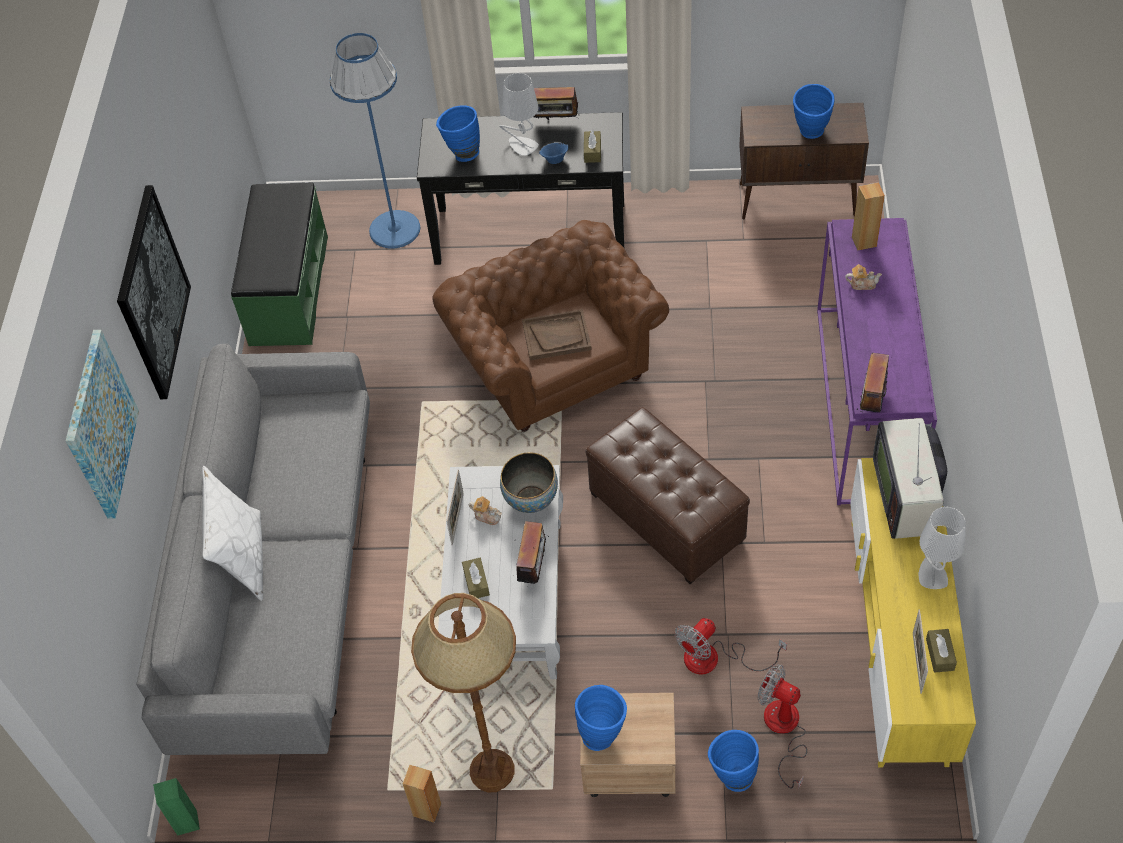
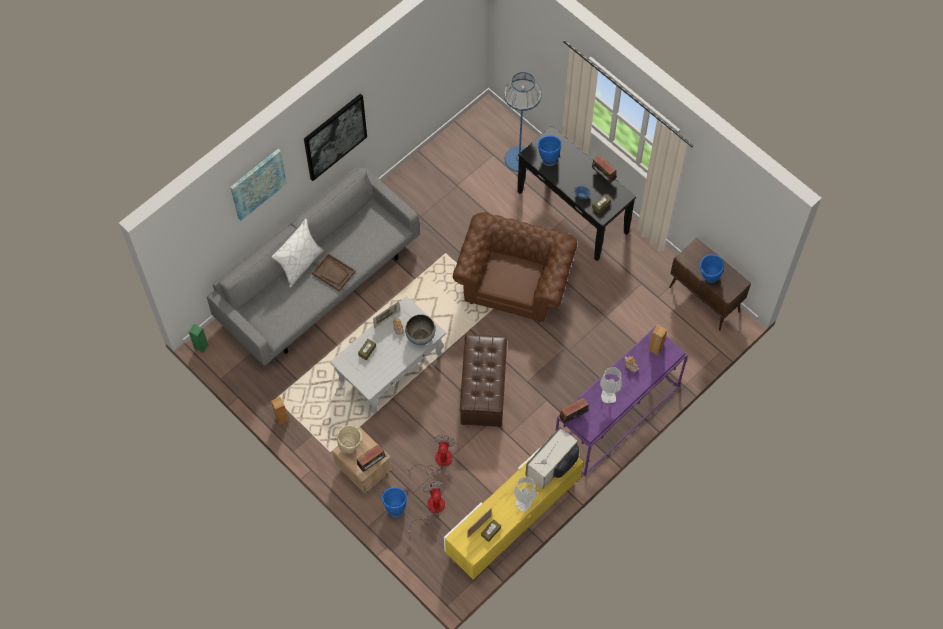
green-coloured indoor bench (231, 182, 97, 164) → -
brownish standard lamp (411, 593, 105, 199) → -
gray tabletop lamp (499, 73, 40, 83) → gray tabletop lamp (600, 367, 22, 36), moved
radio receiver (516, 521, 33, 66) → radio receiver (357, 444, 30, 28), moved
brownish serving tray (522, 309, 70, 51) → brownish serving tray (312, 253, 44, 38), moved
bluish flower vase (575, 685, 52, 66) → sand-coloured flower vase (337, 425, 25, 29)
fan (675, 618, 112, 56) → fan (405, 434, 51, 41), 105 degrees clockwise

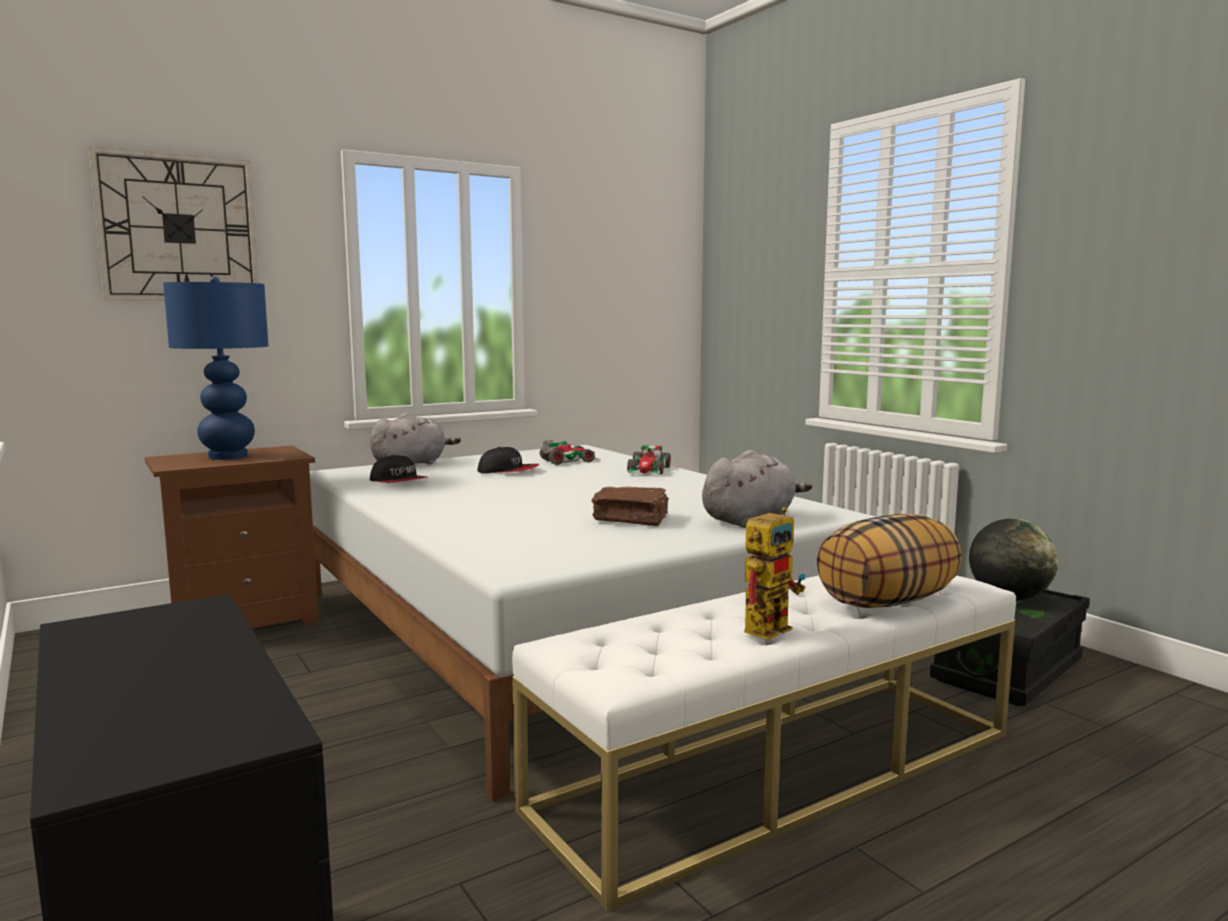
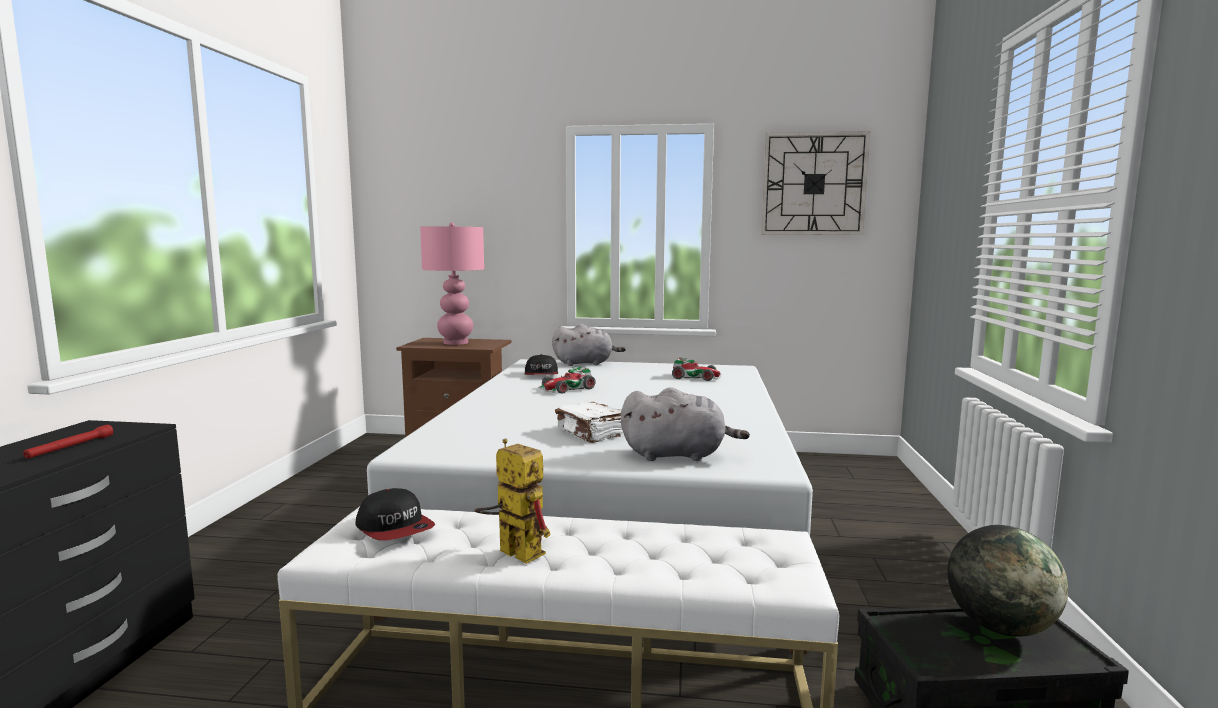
hanging clock (89, 147, 170, 154) → hanging clock (761, 131, 109, 104), moved
bluish tabletop lamp (163, 276, 106, 184) → pinkish tabletop lamp (420, 222, 64, 123)
peaked cap (477, 447, 62, 26) → peaked cap (355, 488, 80, 52), moved
brownish bound book (591, 487, 78, 39) → white bound book (555, 402, 68, 41)
toy car (627, 445, 44, 30) → toy car (538, 366, 58, 28), moved
toy robot (744, 507, 62, 133) → toy robot (475, 439, 76, 125), 135 degrees counterclockwise
pillow (817, 514, 145, 94) → -
- → red-coloured torch (23, 425, 90, 34)

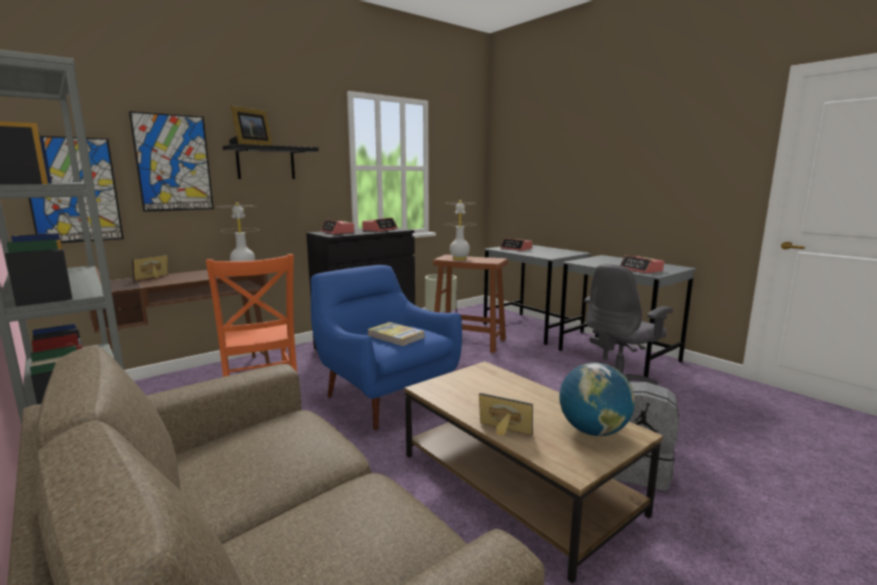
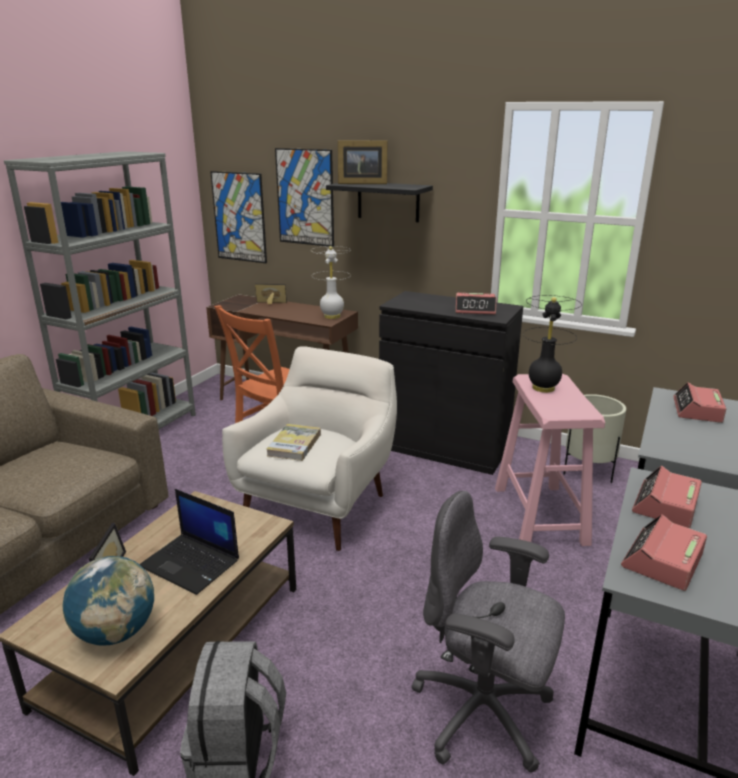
bluish easy chair (311, 265, 151, 165) → white easy chair (222, 346, 175, 205)
table clock (321, 220, 33, 14) → table clock (632, 466, 70, 62), moved
brownish sitting stool (433, 255, 75, 98) → pinkish sitting stool (495, 374, 110, 172)
white tabletop lamp (444, 200, 29, 60) → blackish tabletop lamp (523, 295, 59, 98)
- → laptop (140, 489, 99, 106)

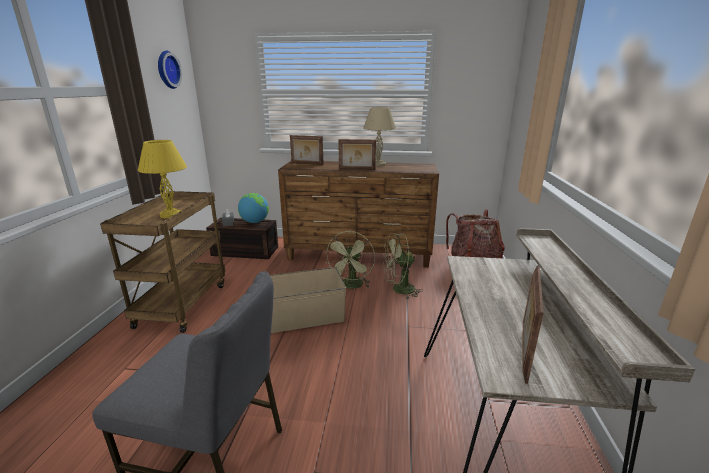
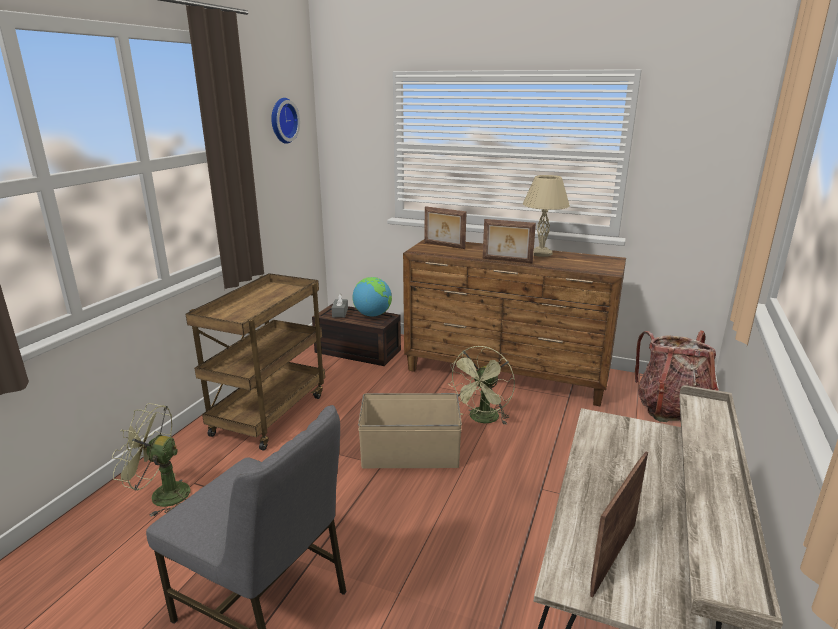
yellow-coloured tabletop lamp (138, 140, 49, 78) → -
green-coloured fan (382, 233, 40, 66) → green-coloured fan (112, 403, 79, 114), moved

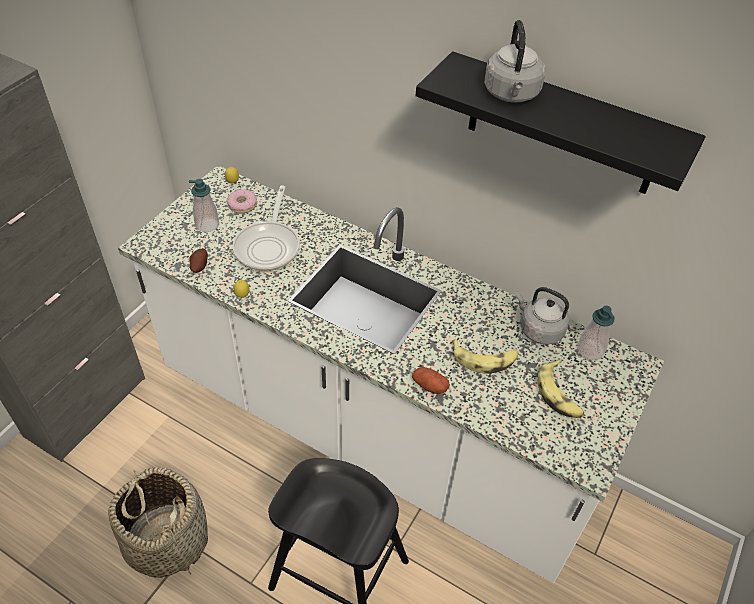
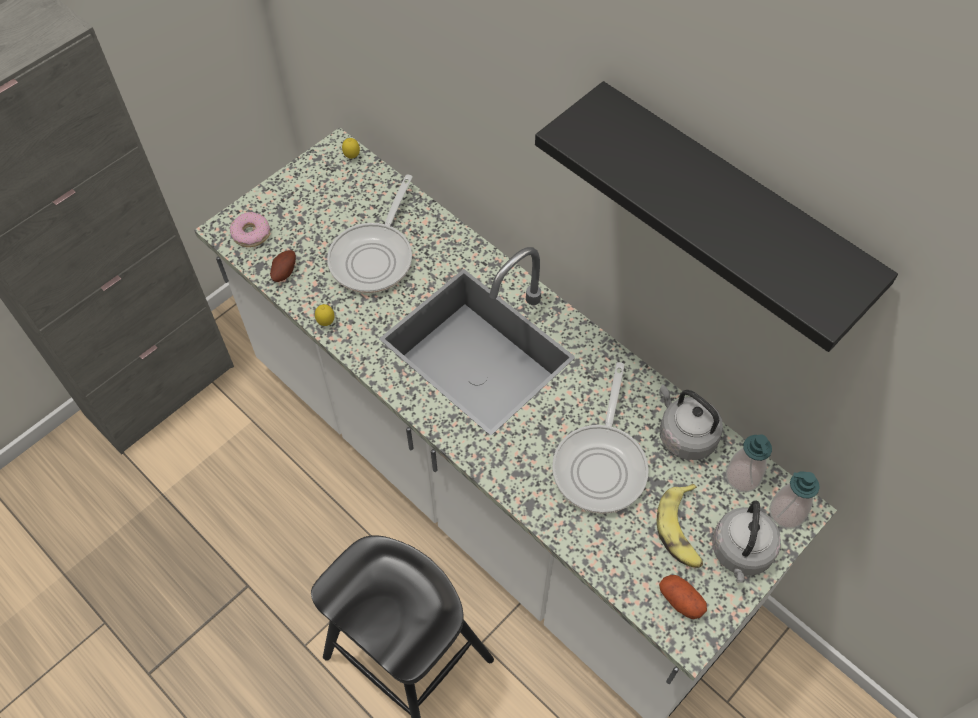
household basket (108, 467, 100, 111) → -
liquid soap bottle (189, 179, 30, 53) → liquid soap bottle (769, 472, 51, 57), moved
doughnut (226, 189, 31, 24) → doughnut (230, 212, 40, 35), moved
spud (412, 367, 38, 27) → spud (659, 575, 48, 44), moved
whole banana (452, 339, 67, 35) → frying pan (552, 362, 97, 152)
gray tea kettle (484, 20, 61, 83) → gray tea kettle (712, 500, 69, 83), moved

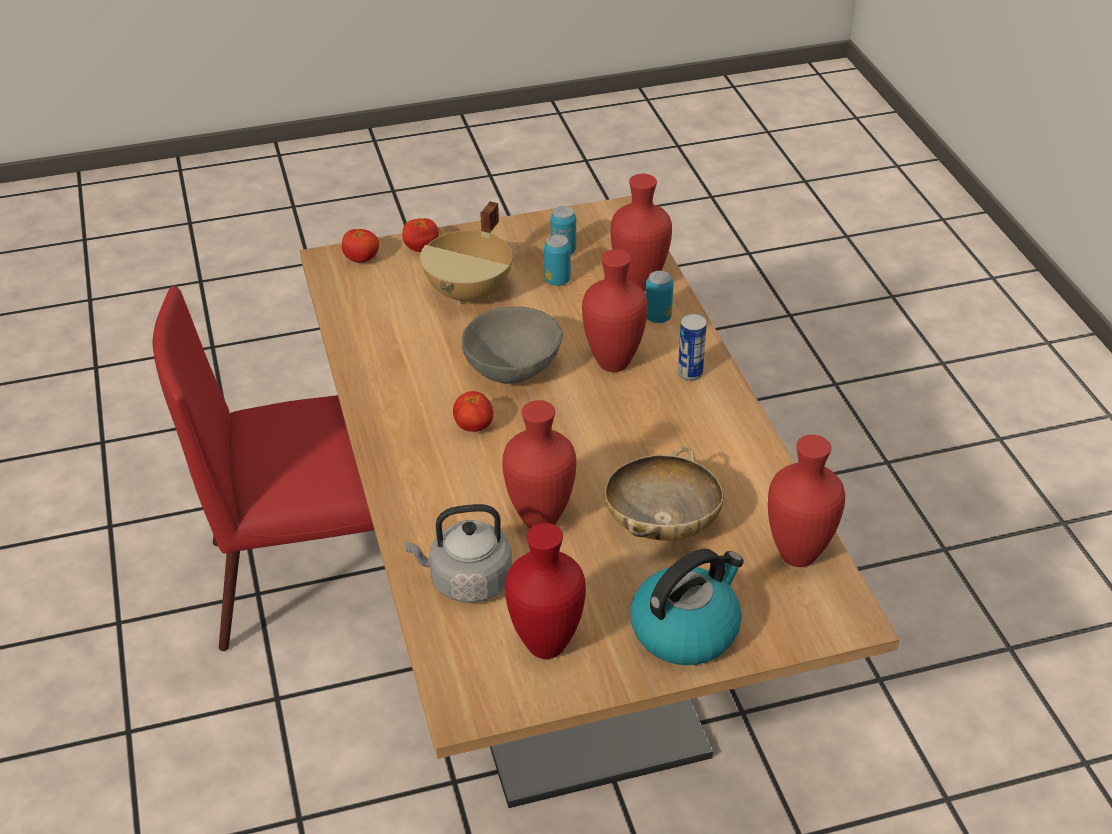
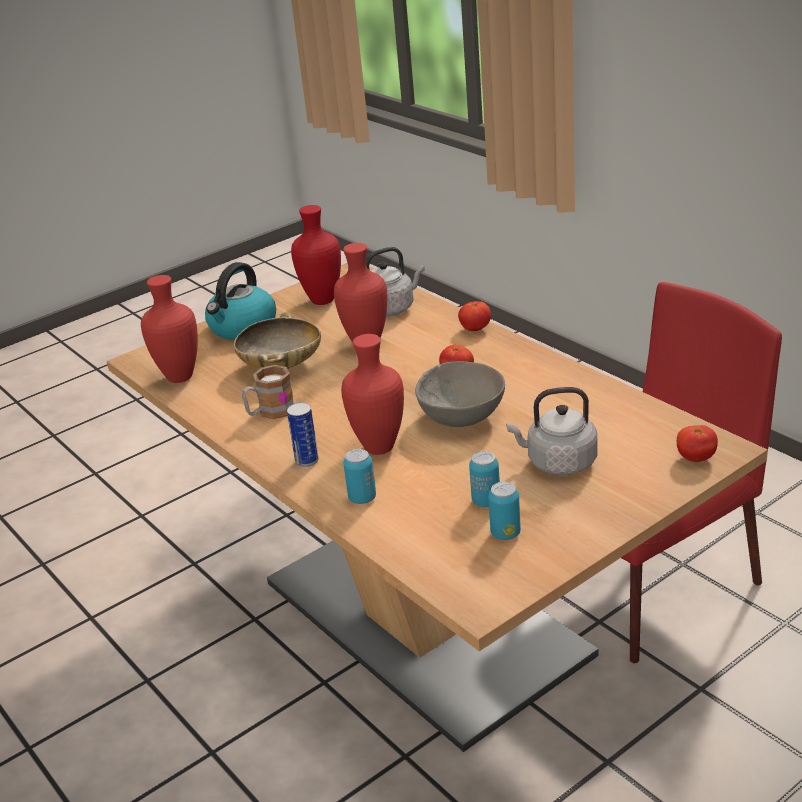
tomato (402, 218, 37, 34) → tomato (458, 301, 33, 30), moved
sand-coloured cooking pot (420, 201, 93, 104) → gray tea kettle (506, 387, 92, 88)
red-coloured flower vase (610, 174, 62, 117) → -
- → tea mug (242, 365, 52, 54)

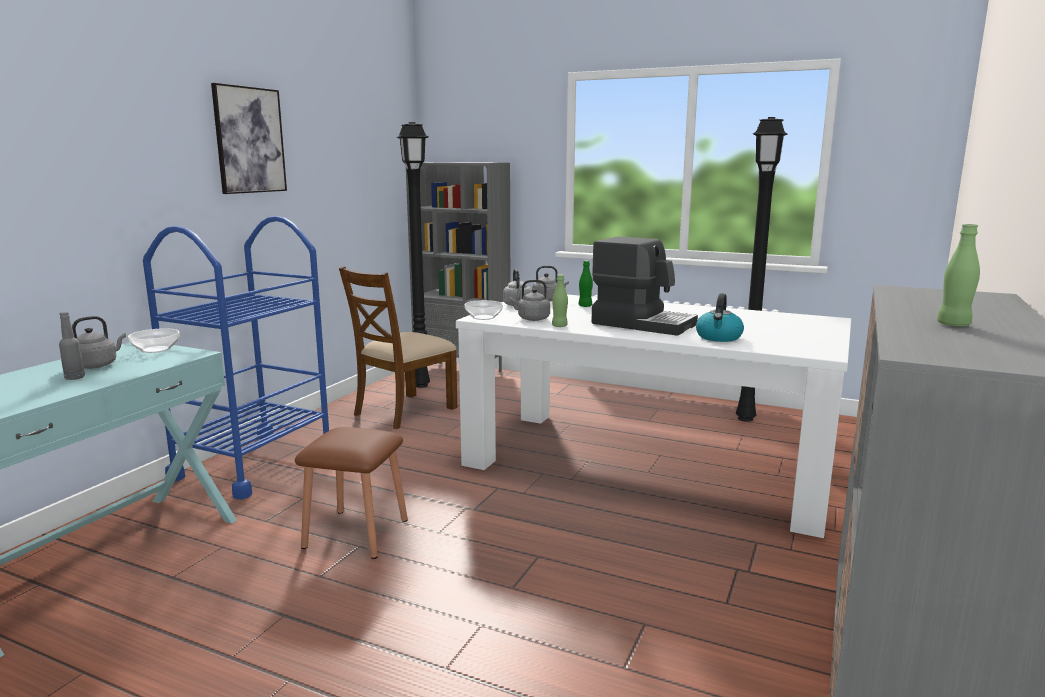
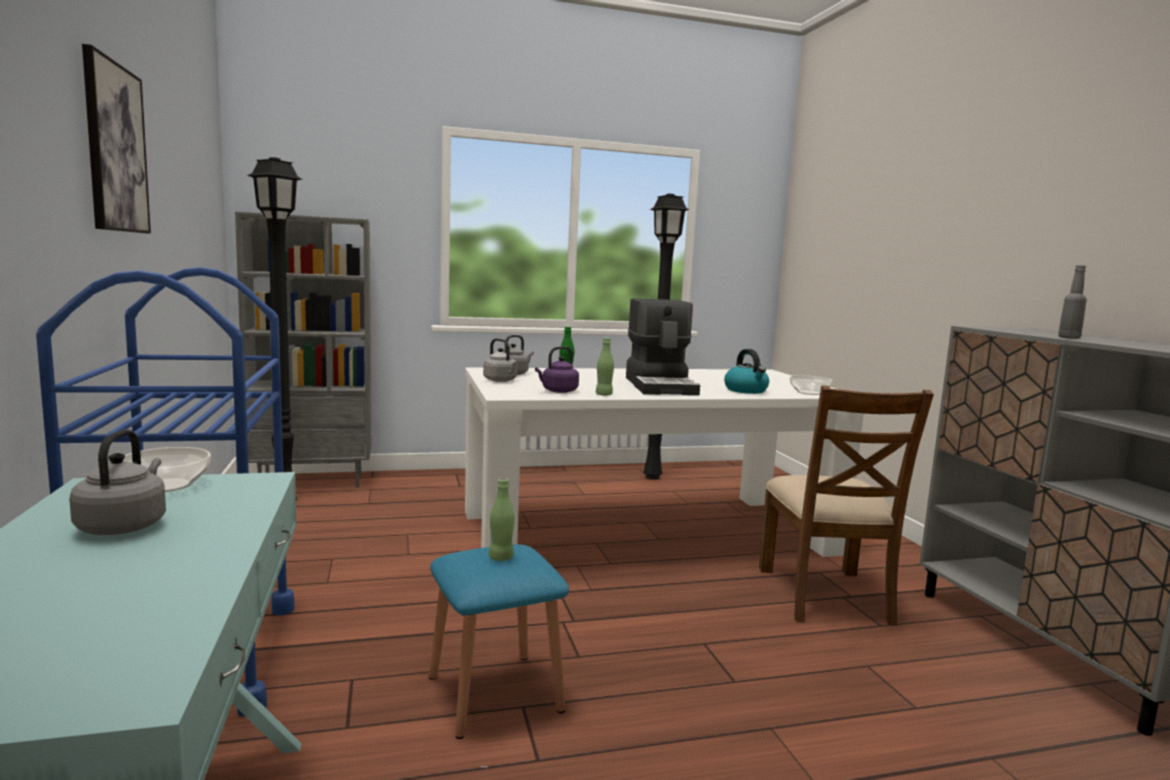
gray drink bottle (59, 312, 26, 68) → gray drink bottle (1058, 265, 29, 74), moved
brownish sitting stool (295, 427, 113, 132) → bluish sitting stool (429, 544, 140, 195)
brownish chair (339, 266, 118, 163) → brownish chair (759, 386, 175, 240), moved
bowl (464, 300, 39, 20) → bowl (790, 375, 42, 20), moved
gray tea kettle (509, 280, 41, 41) → purplish tea kettle (535, 346, 44, 47)
coffee brewer (591, 236, 107, 100) → coffee brewer (626, 298, 74, 98), 90 degrees clockwise
green-coloured drink bottle (937, 224, 43, 103) → green-coloured drink bottle (489, 478, 26, 83), moved

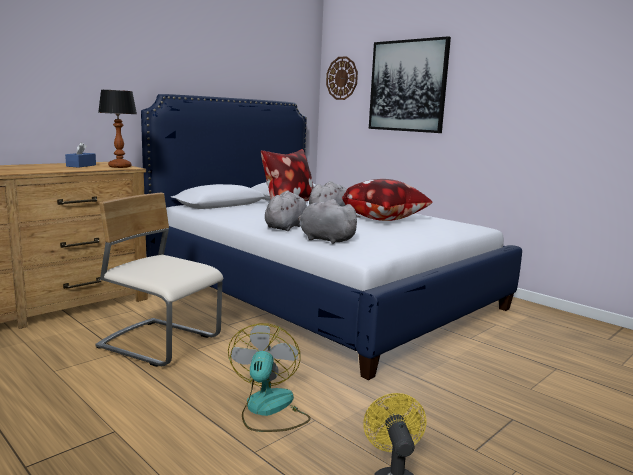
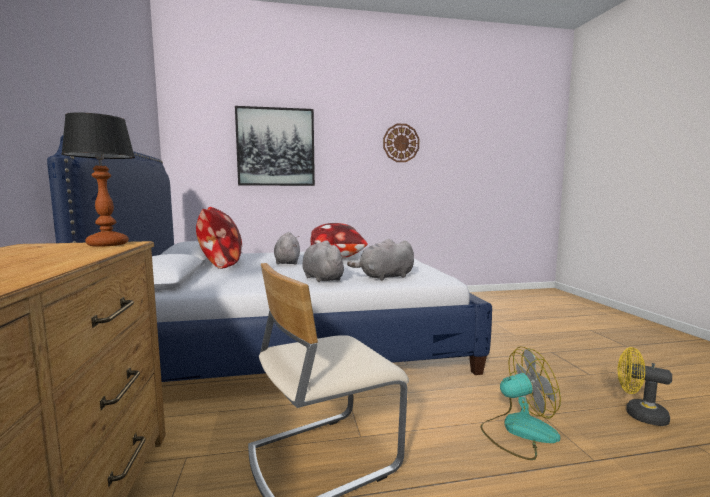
bluish tissue holder (65, 142, 31, 26) → -
fan (228, 323, 83, 109) → fan (480, 346, 81, 114), 135 degrees clockwise
hanging clock (326, 56, 32, 44) → hanging clock (383, 124, 36, 38), moved

